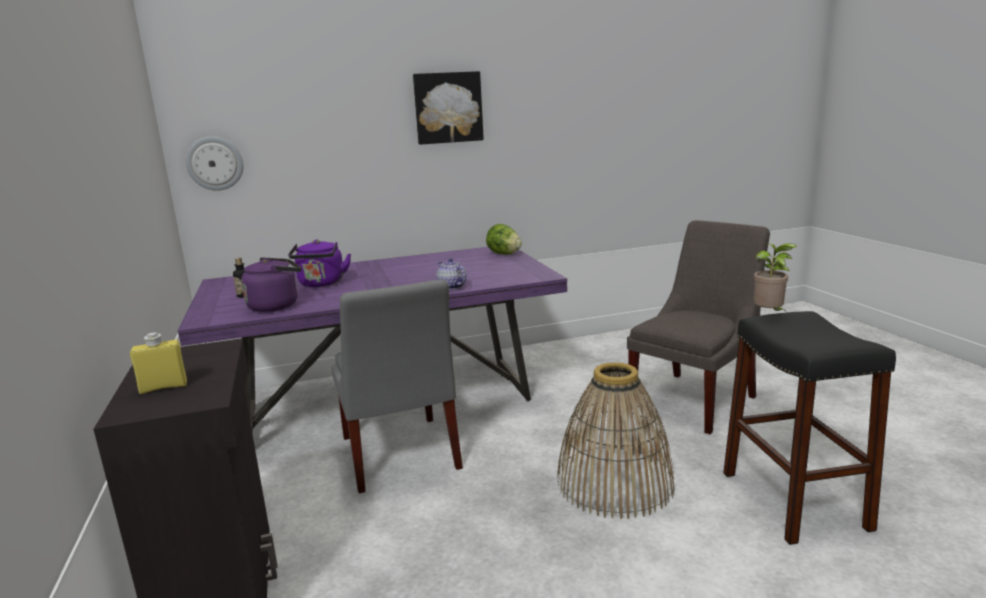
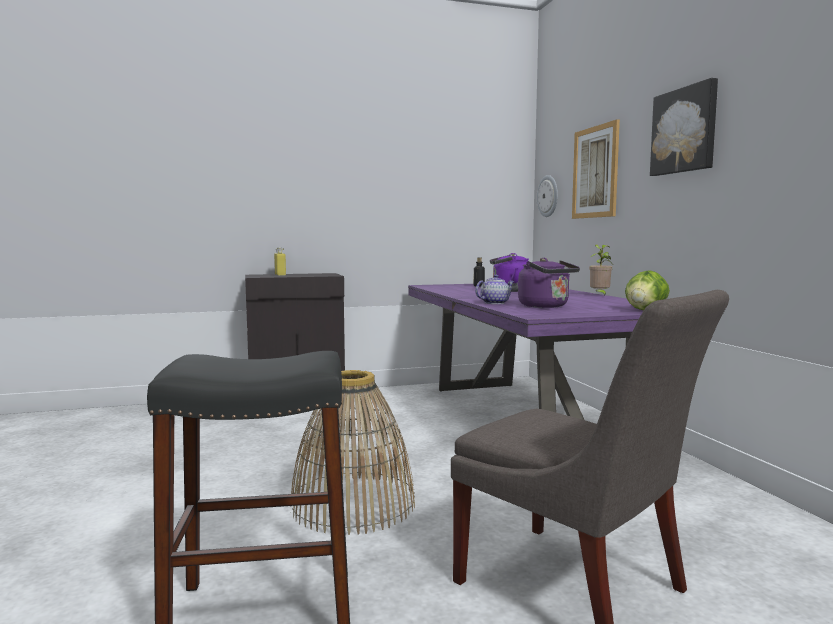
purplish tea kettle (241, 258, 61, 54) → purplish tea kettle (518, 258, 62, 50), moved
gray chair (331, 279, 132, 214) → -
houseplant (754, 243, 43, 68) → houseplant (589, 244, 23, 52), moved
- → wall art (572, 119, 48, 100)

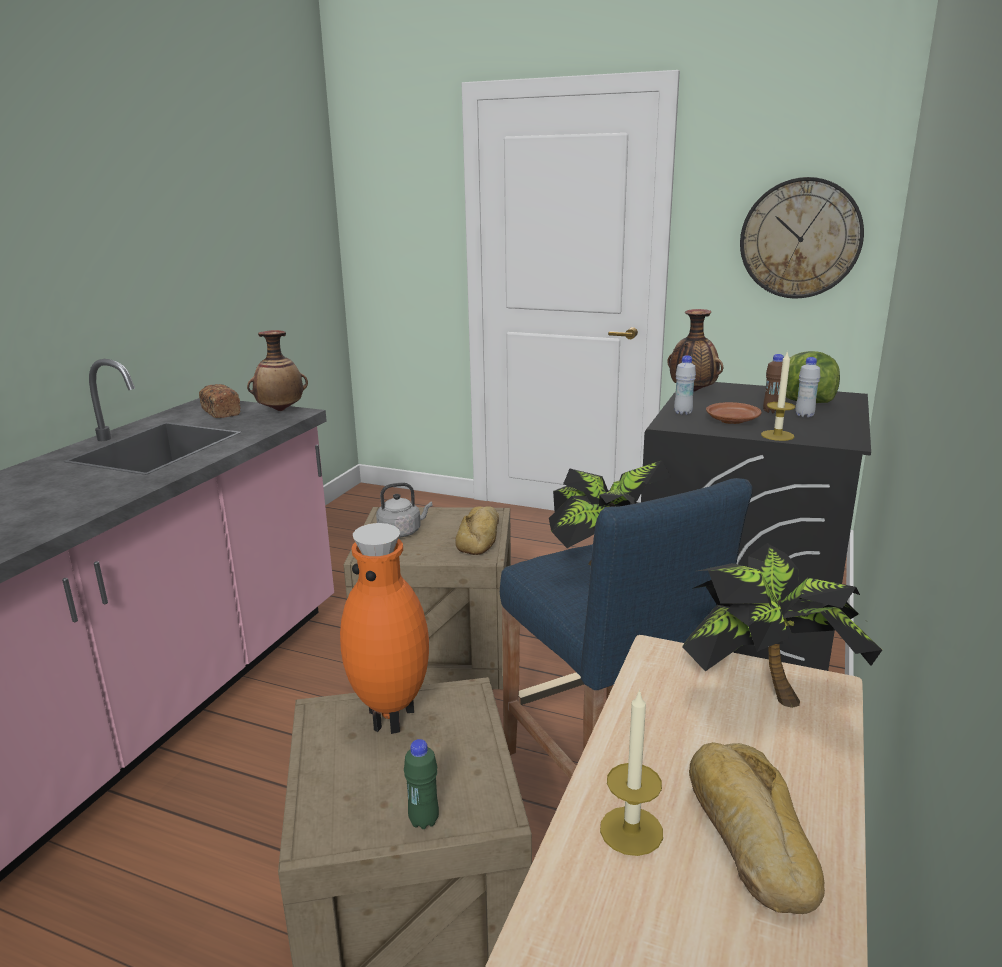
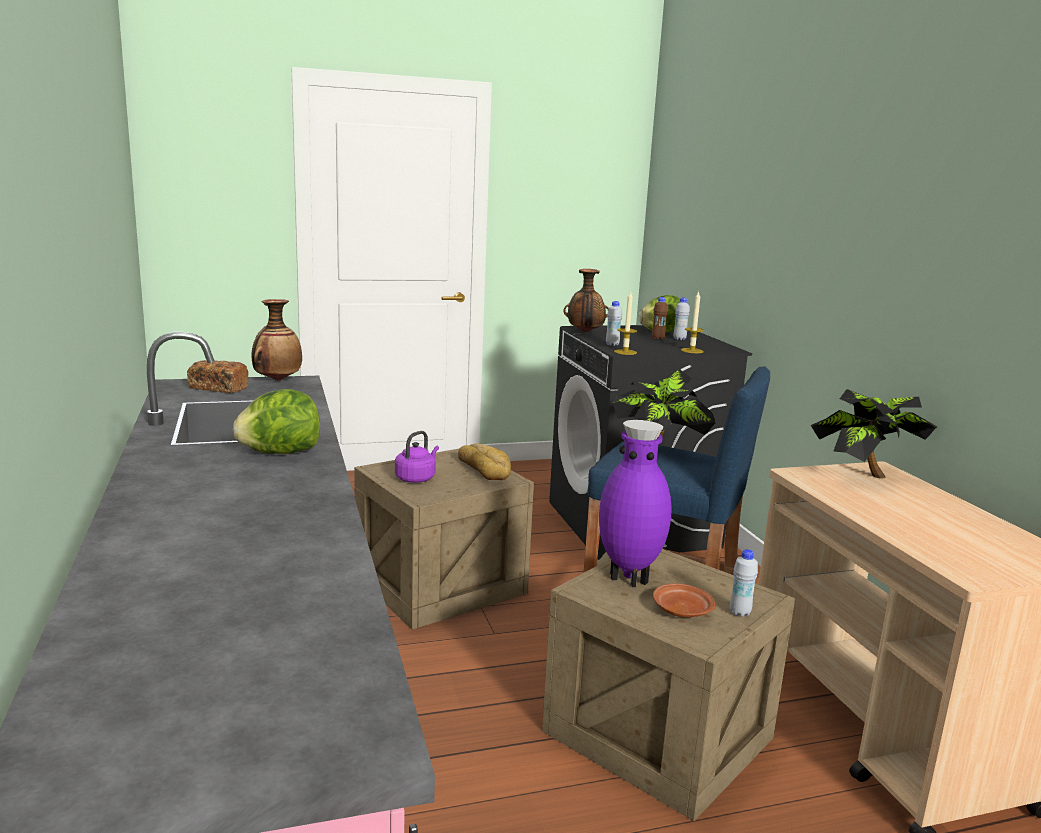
orange flower vase (340, 523, 89, 211) → purplish flower vase (599, 420, 73, 167)
gray tea kettle (376, 483, 57, 55) → purplish tea kettle (395, 431, 44, 52)
green-coloured drink bottle (404, 739, 35, 90) → white drink bottle (730, 549, 28, 68)
candle (600, 689, 63, 167) → candle (614, 291, 23, 64), moved
bakery bread (689, 742, 136, 172) → -
brownish flat dish (706, 402, 55, 22) → brownish flat dish (653, 584, 62, 33), moved
hanging clock (740, 177, 124, 121) → -
- → lettuce (233, 389, 87, 65)

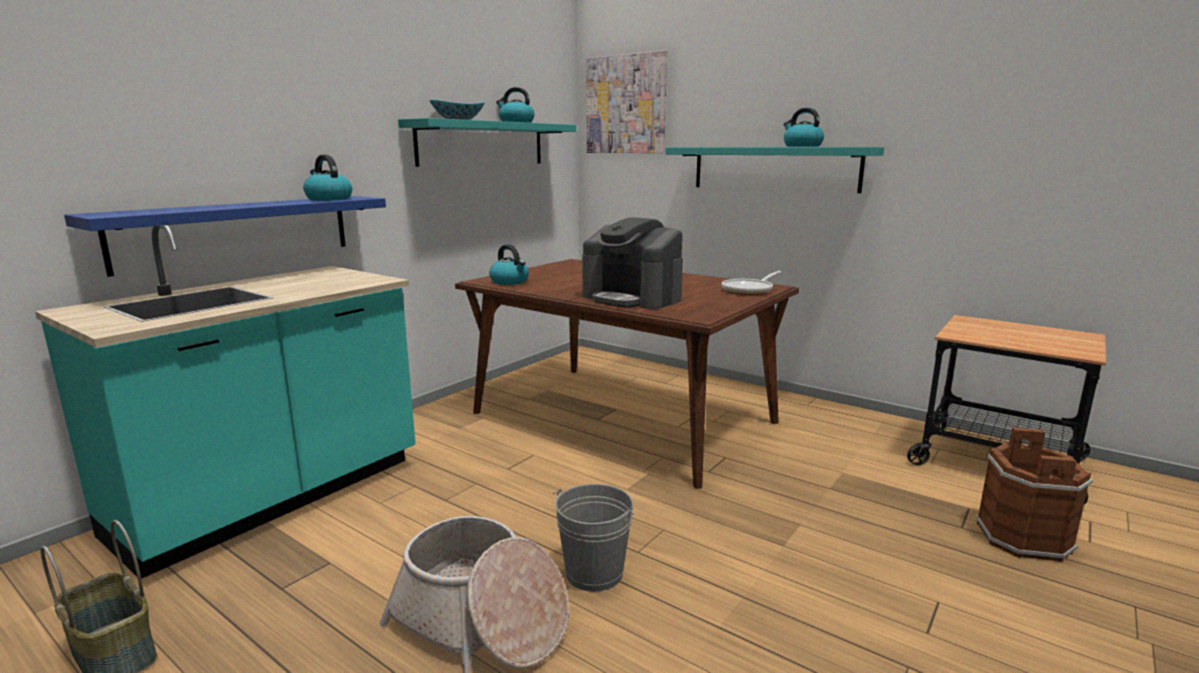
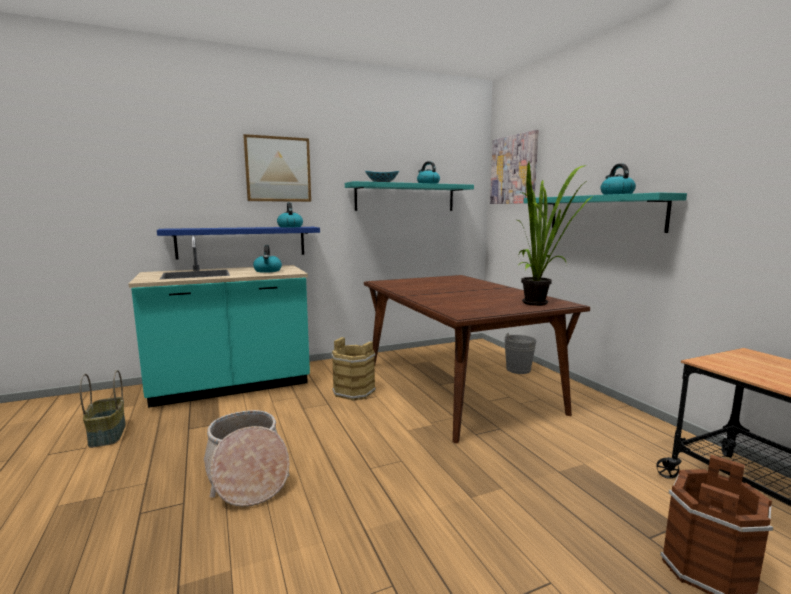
tea kettle (489, 244, 40, 41) → tea kettle (253, 245, 29, 28), moved
gray bucket (553, 484, 81, 108) → gray bucket (504, 333, 33, 41), moved
coffee brewer (582, 217, 101, 92) → -
frying pan (722, 271, 59, 24) → houseplant (517, 162, 76, 144)
- → wall art (243, 134, 68, 68)
- → brownish bucket (331, 337, 45, 64)

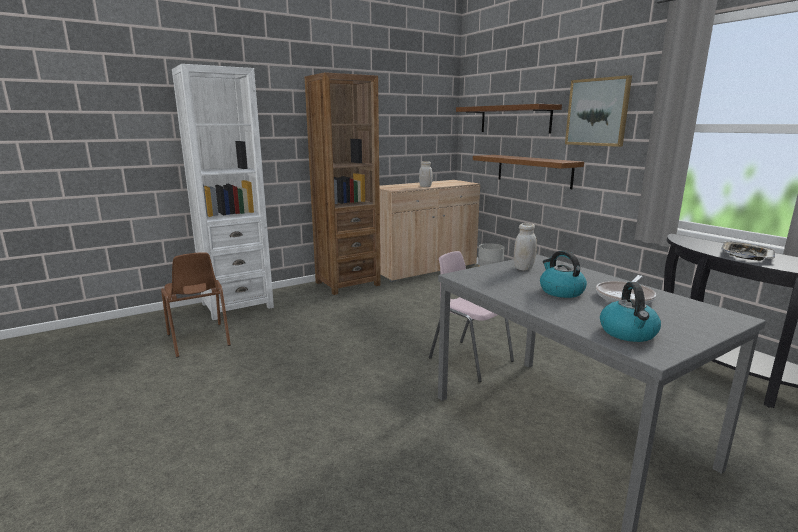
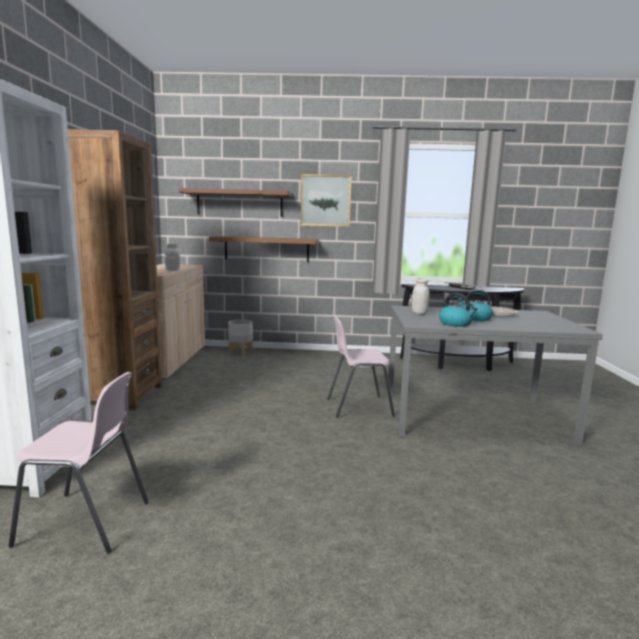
brownish chair (161, 252, 70, 106) → pinkish chair (8, 372, 141, 182)
tea kettle (600, 282, 61, 60) → tea kettle (439, 293, 39, 34), moved

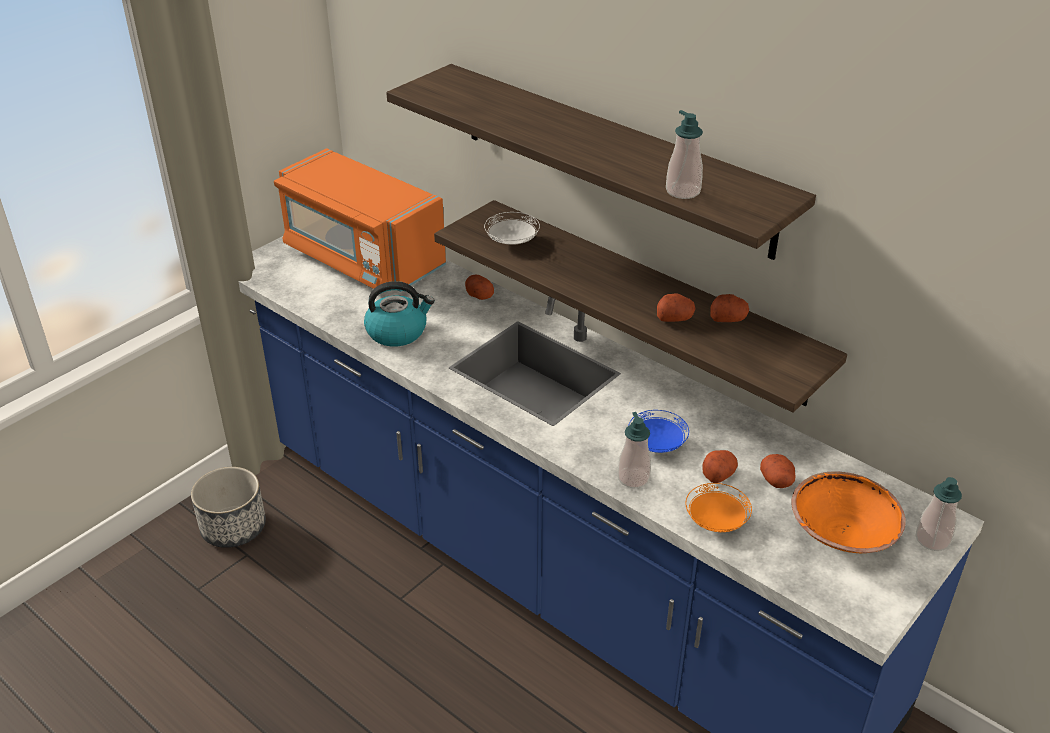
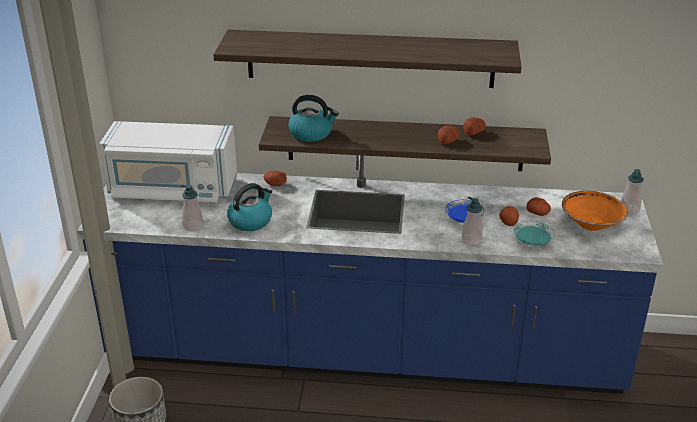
orange kitchen microwave (274, 148, 172, 144) → white kitchen microwave (99, 121, 138, 81)
white flat dish (484, 212, 56, 33) → tea kettle (288, 95, 51, 47)
liquid soap bottle (666, 110, 37, 89) → liquid soap bottle (181, 185, 22, 46), moved
orange flat dish (685, 483, 67, 49) → blue-green flat dish (514, 221, 40, 25)

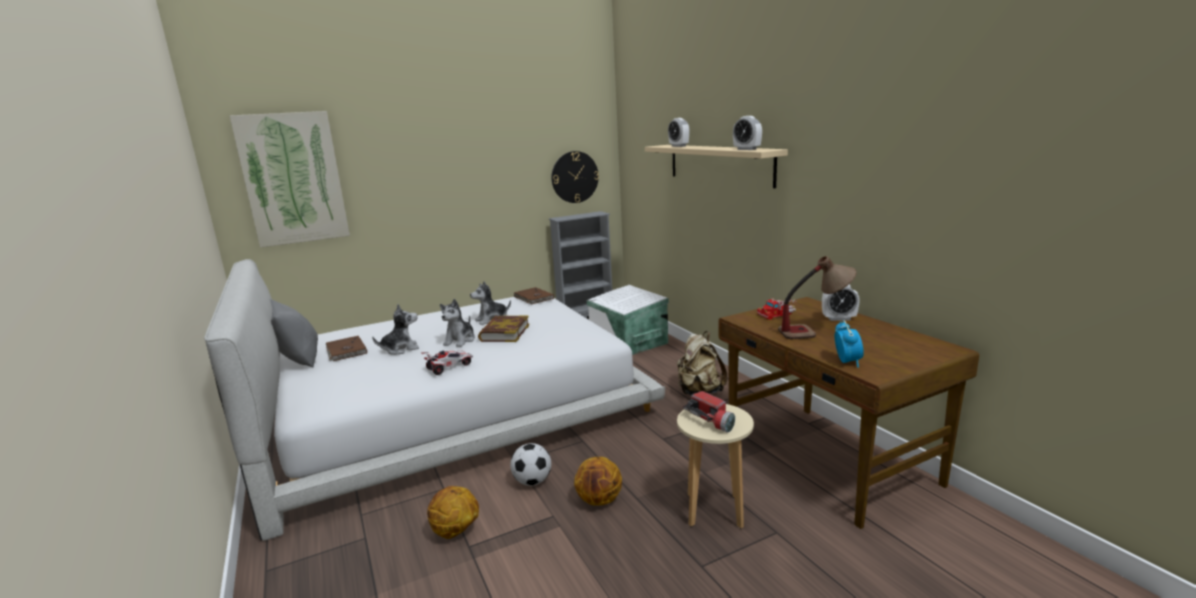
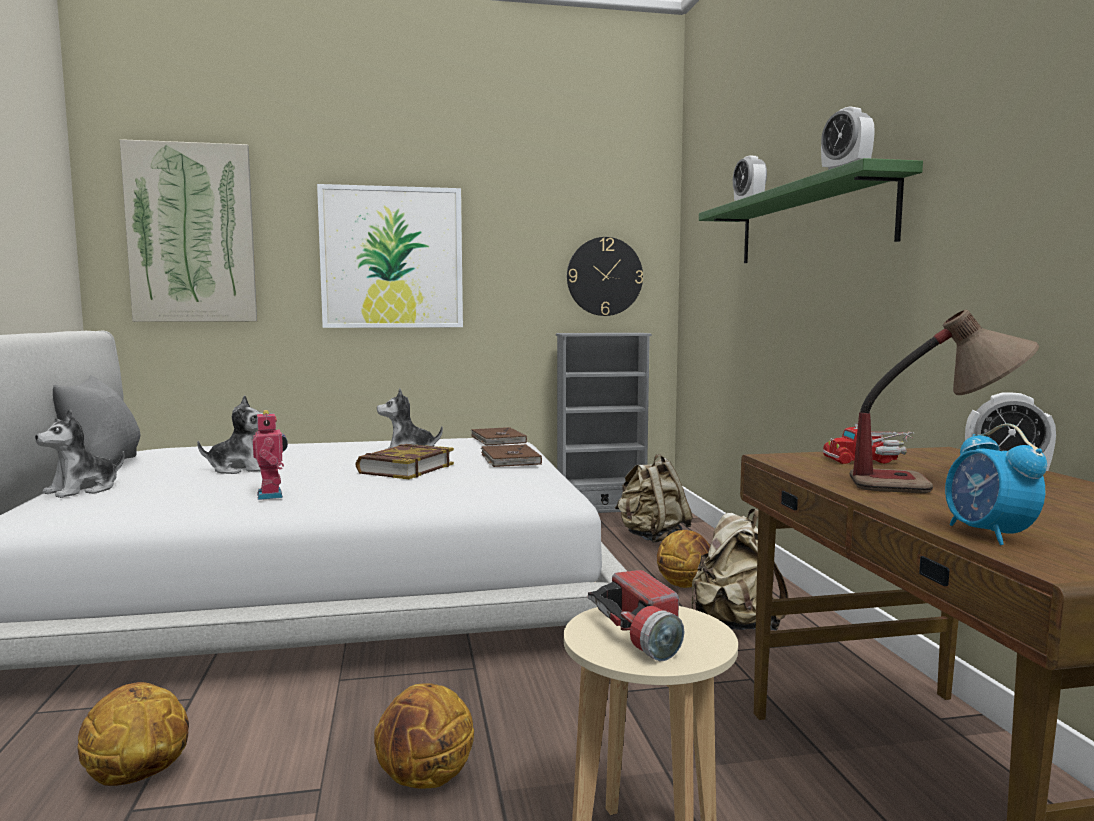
brownish bound book (326, 336, 41, 25) → brownish bound book (481, 444, 61, 23), moved
toy car (420, 350, 53, 25) → toy robot (253, 410, 35, 90)
soft toy (440, 299, 35, 48) → soft toy (35, 409, 90, 89), moved
football ball (510, 443, 41, 43) → -
white storage container (587, 285, 82, 70) → sand-coloured backpack (615, 454, 78, 89)
sand-coloured bracket shelf (645, 145, 143, 43) → green-coloured bracket shelf (699, 158, 224, 105)
table clock (835, 320, 29, 48) → table clock (945, 424, 102, 121), 150 degrees clockwise
- → wall art (317, 184, 146, 144)
- → basketball (657, 530, 53, 58)

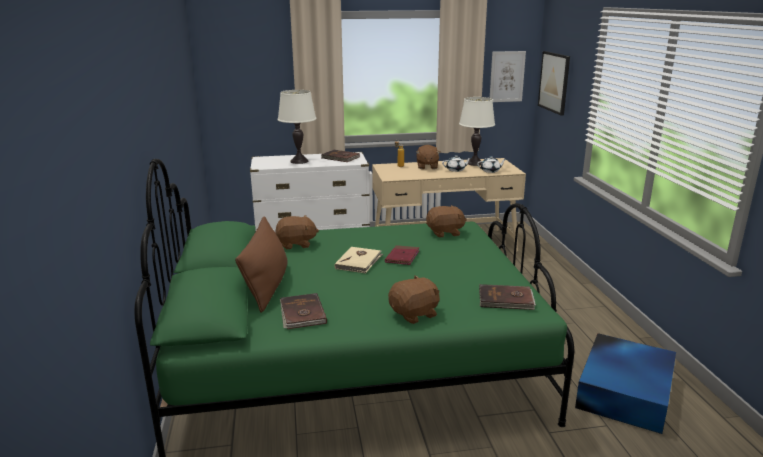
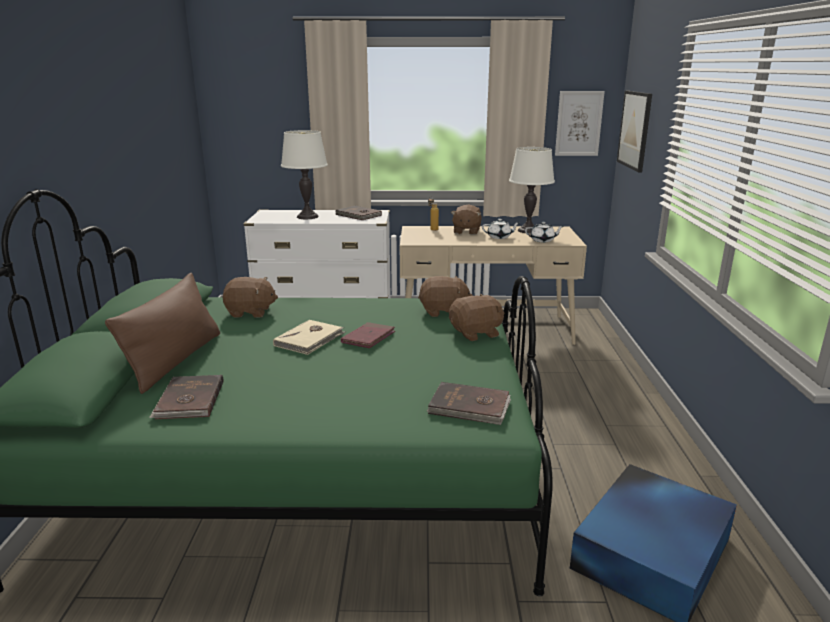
brownish soft toy (388, 275, 52, 49) → brownish soft toy (449, 294, 55, 47), moved

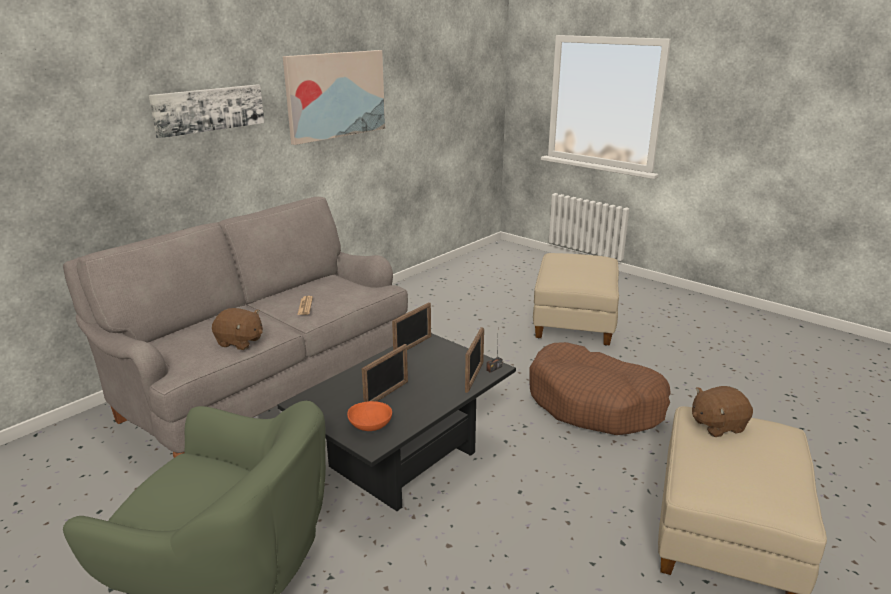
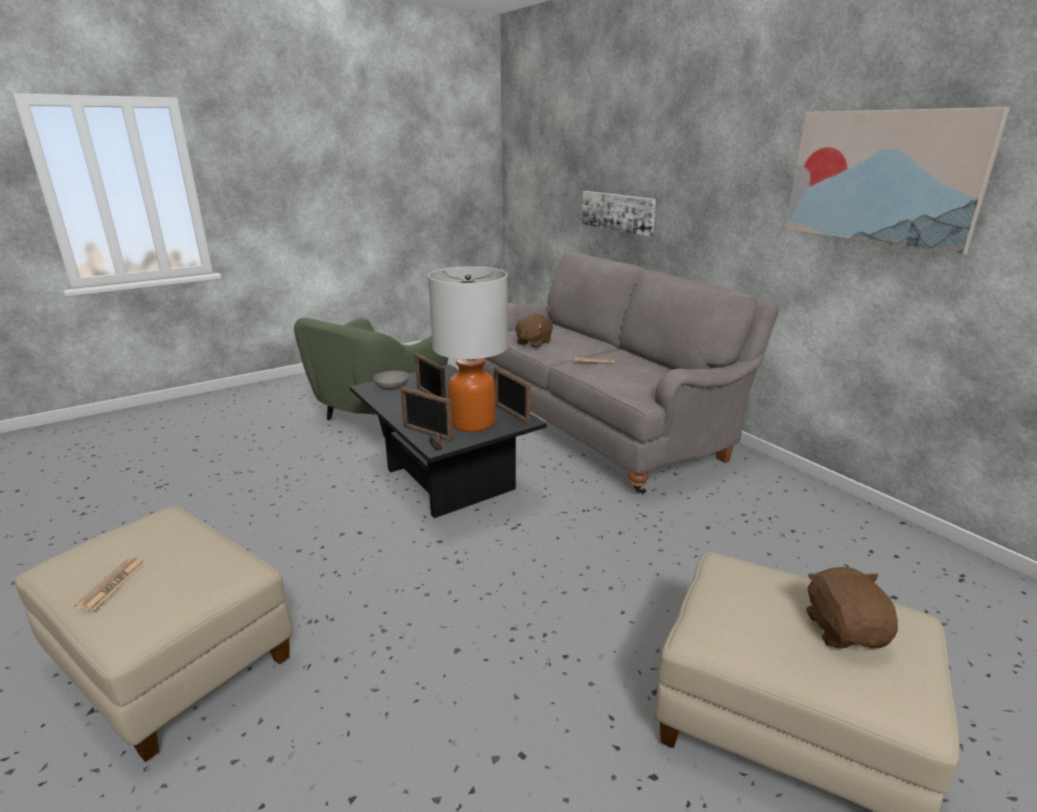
wall art (149, 84, 115, 54) → wall art (582, 191, 74, 46), moved
orange bowl (347, 401, 45, 30) → gray bowl (373, 371, 36, 19)
brownish dog bed (529, 342, 142, 93) → -
brownish soft toy (692, 386, 61, 51) → brownish soft toy (806, 567, 92, 81), moved
- → printed paper (74, 558, 72, 52)
- → tabletop lamp (428, 266, 80, 166)

